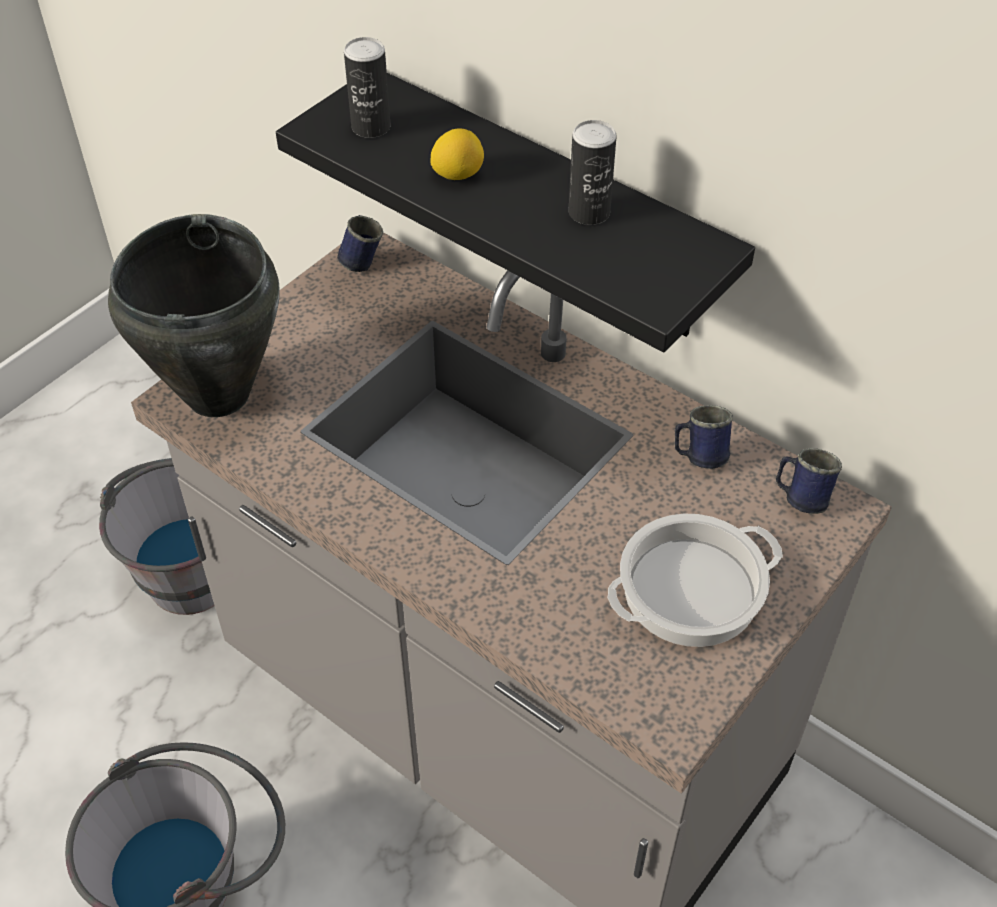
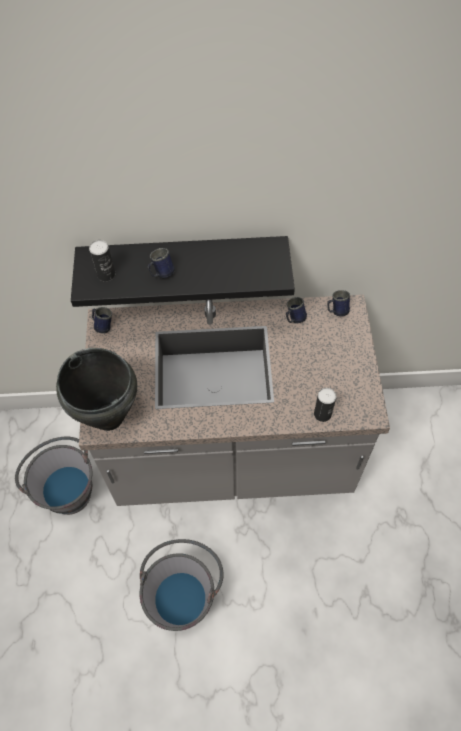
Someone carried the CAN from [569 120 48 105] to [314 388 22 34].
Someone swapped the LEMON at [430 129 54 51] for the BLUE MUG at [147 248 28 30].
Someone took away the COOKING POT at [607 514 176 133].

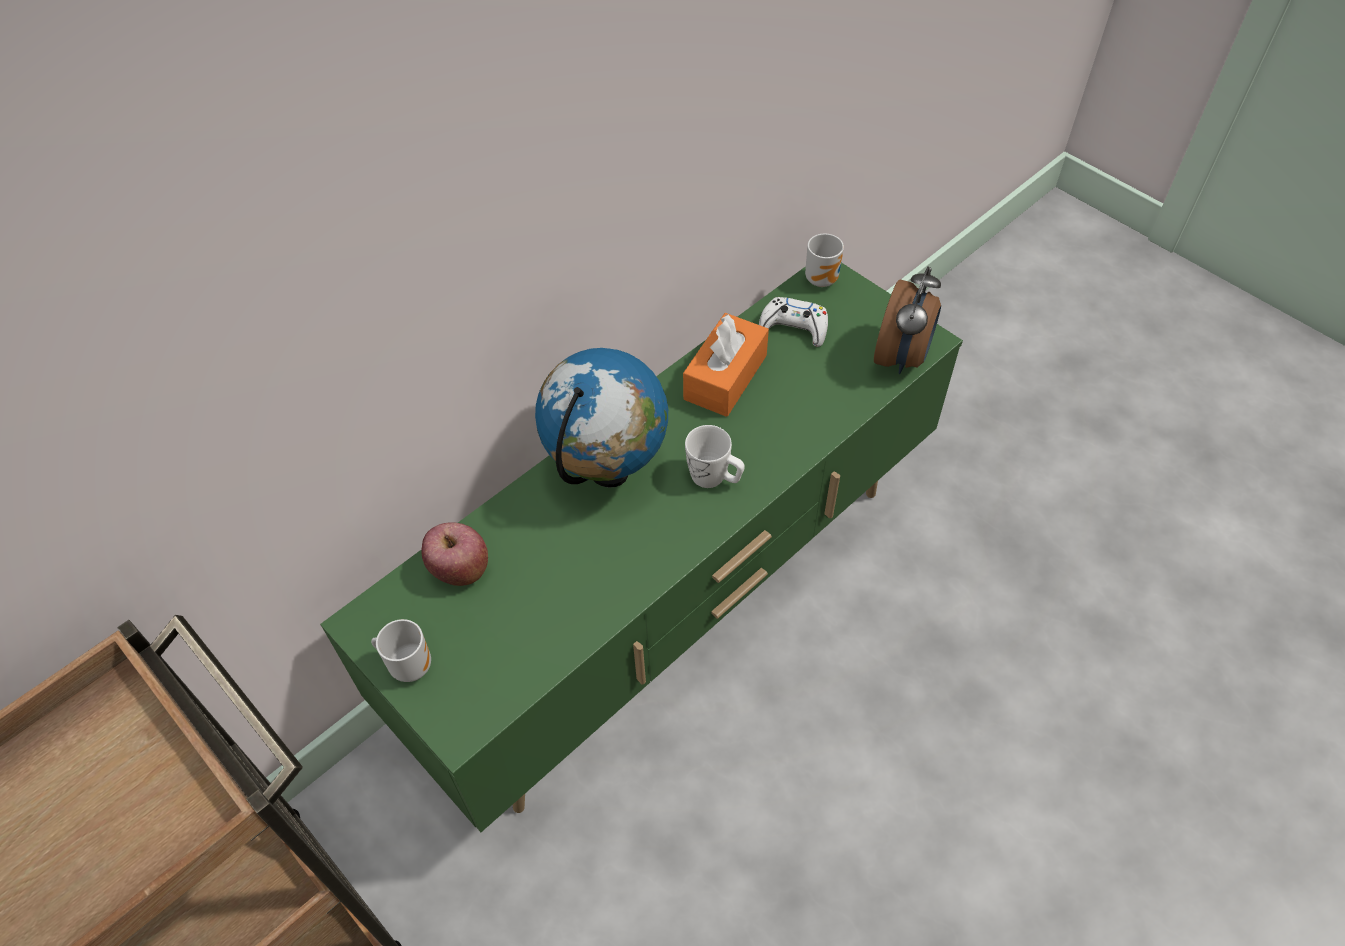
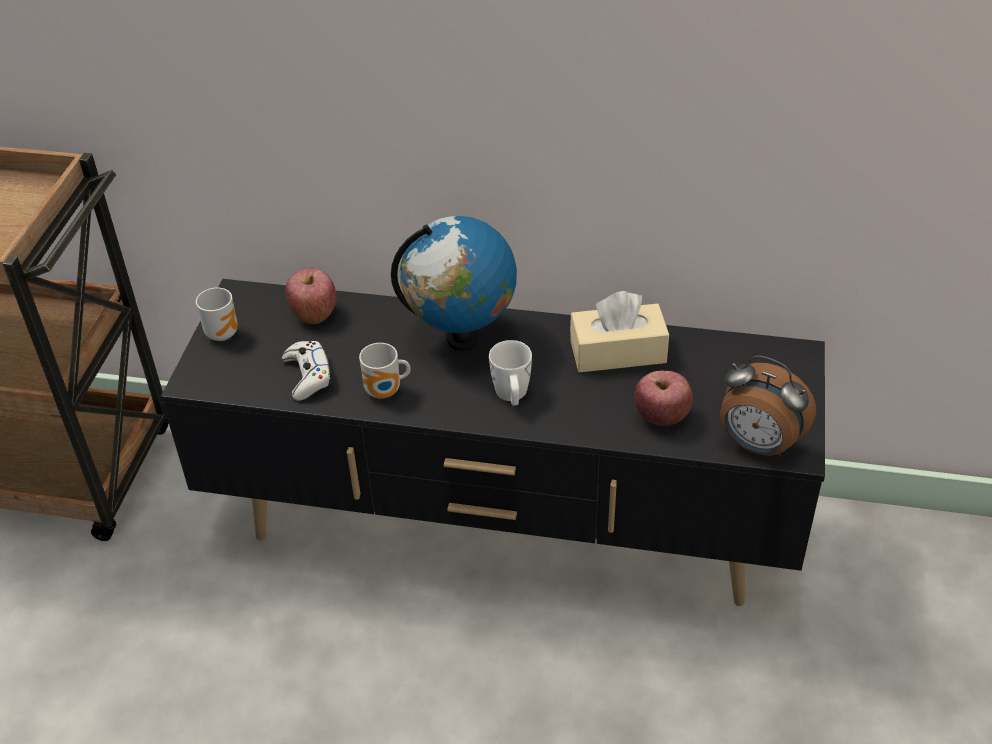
Someone carried the MUG from [805 234 39 53] to [359 343 52 56].
Someone repainted the GREEN TV STAND at [320 263 643 569], which became the BLACK TV STAND at [161 279 664 327].
Someone rotated the ALARM CLOCK at [874 266 67 108] by 45 degrees clockwise.
Someone carried the WHITE GAME CONTROLLER from [759 297 69 50] to [282 341 51 60].
Someone repainted the ORANGE TISSUE BOX at [683 313 86 104], which became the BEIGE TISSUE BOX at [570 291 99 82].
Someone put down the APPLE at [634 371 59 55].

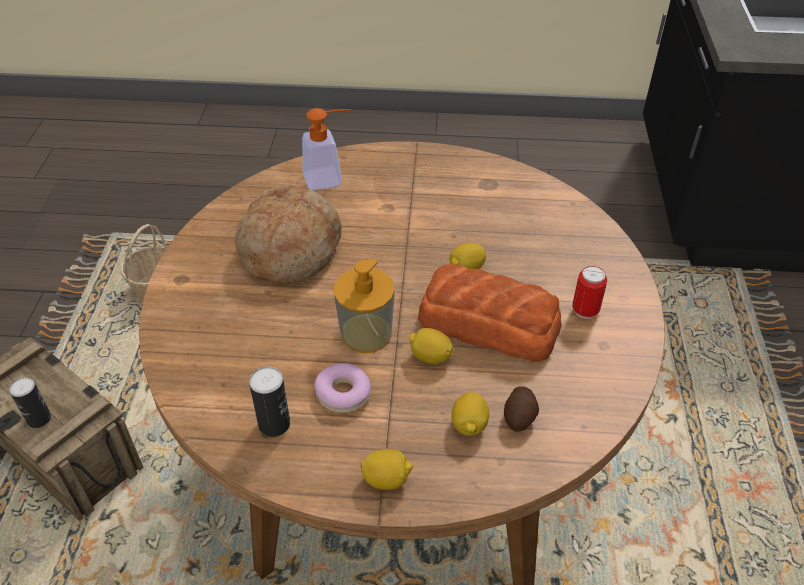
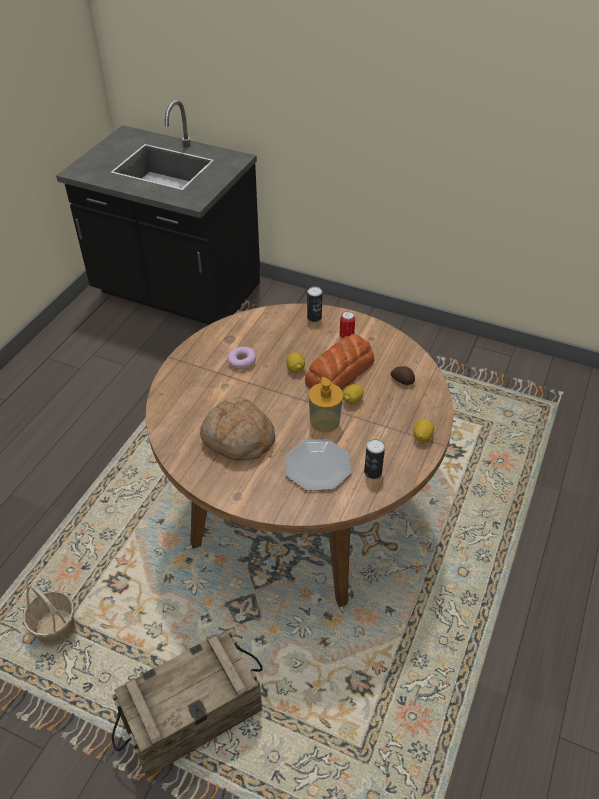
Someone took away the SOAP DISPENSER at [302 108 49 82].
Someone carried the DONUT from [314 363 57 50] to [228 347 28 22].
Someone carried the CAN from [9 377 42 51] to [307 286 15 36].
Someone took away the LEMON at [451 392 38 44].
Someone put down the PLATE at [285 439 66 52].

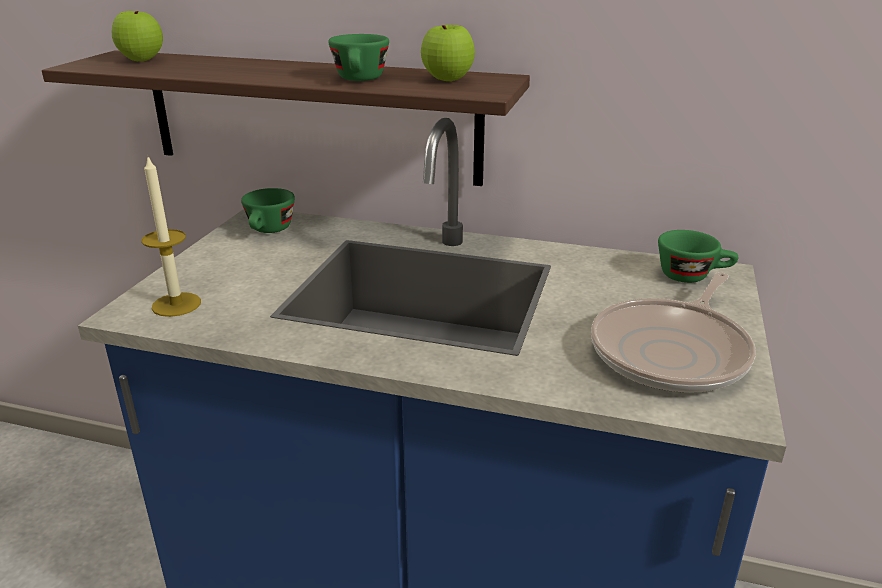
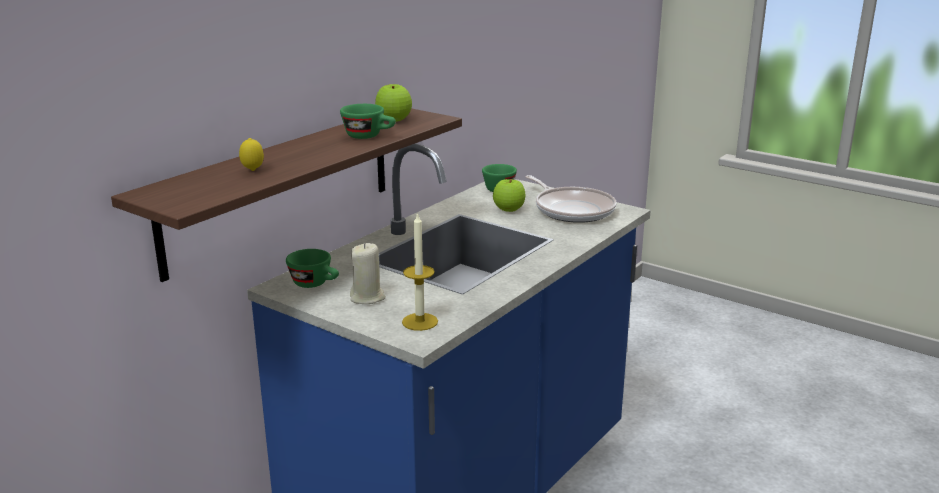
Someone carried the APPLE from [112 11 51 50] to [493 179 32 33].
Someone put down the LEMON at [239 138 25 33].
Someone put down the BEIGE CANDLE at [350 243 36 61].

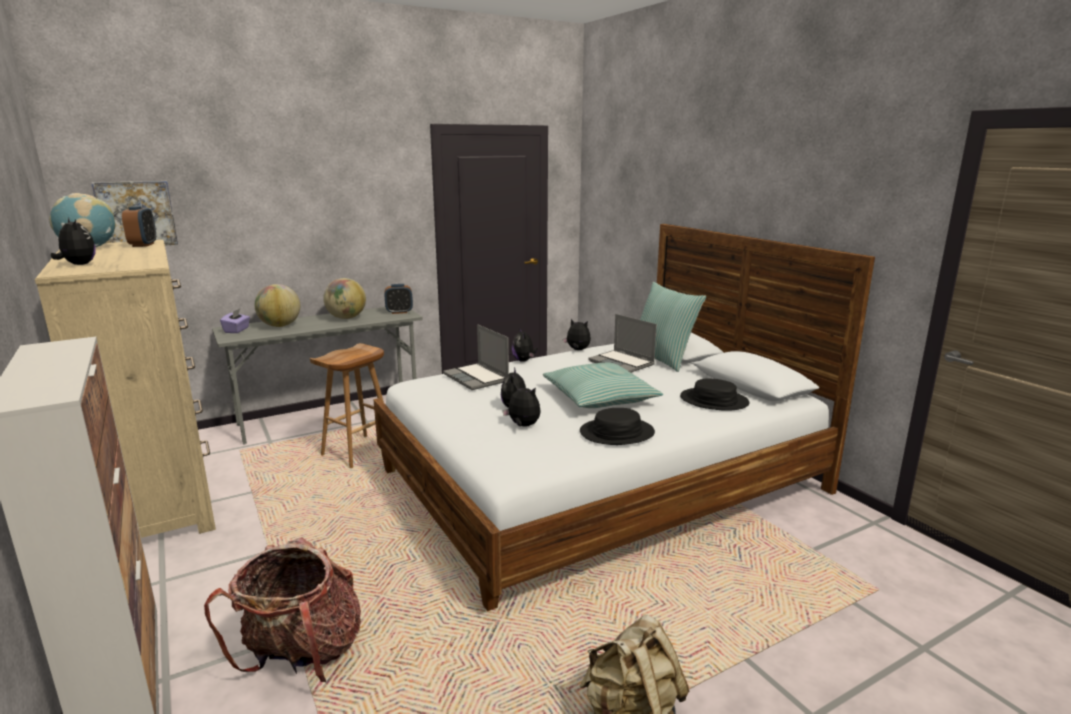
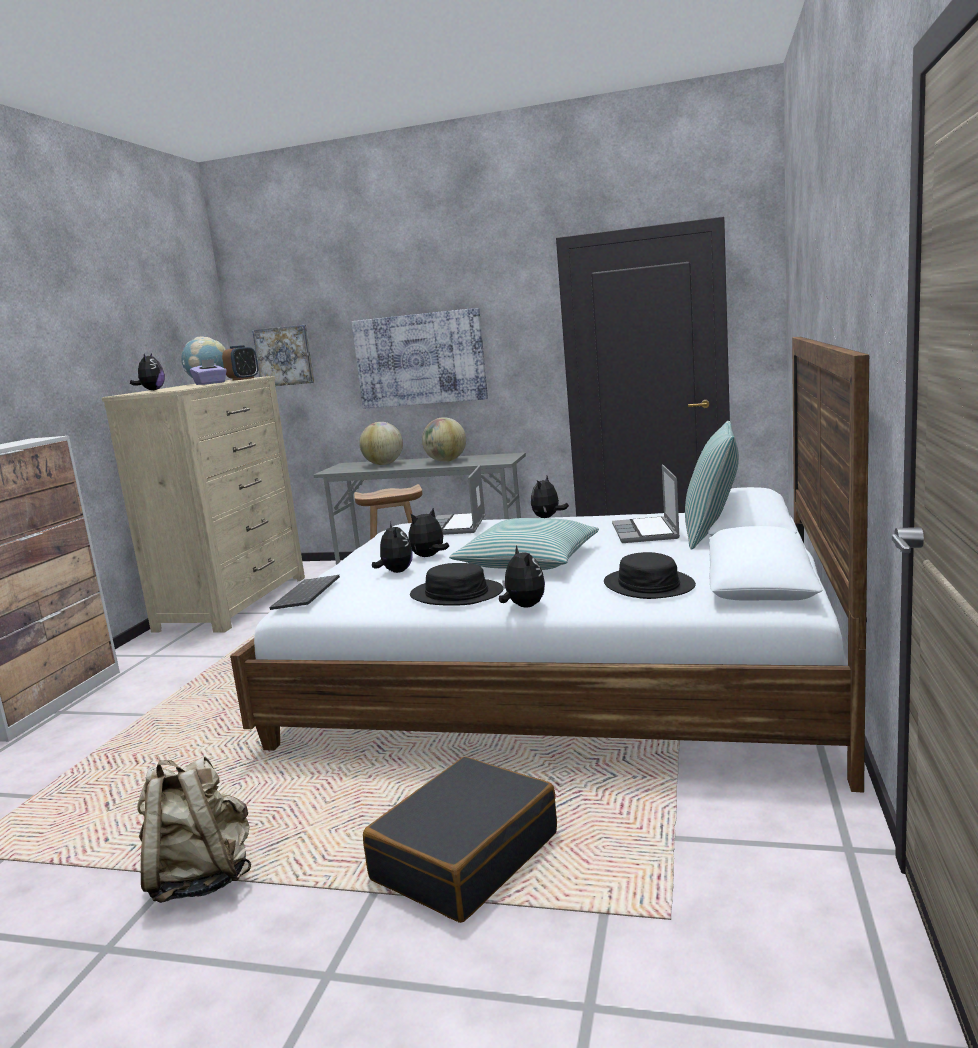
Someone took away the ALARM CLOCK at [384 284 29 30].
Someone carried the PURPLE TISSUE BOX from [220 309 30 24] to [190 359 37 26].
Someone carried the PLUSH TOY from [563 319 28 31] to [499 545 46 62].
Someone took away the BACKPACK at [204 537 157 146].
Someone put up the PICTURE at [352 308 136 101].
Someone put down the KEYBOARD at [269 575 71 35].
Someone put down the BLACK SUITCASE at [363 756 194 167].

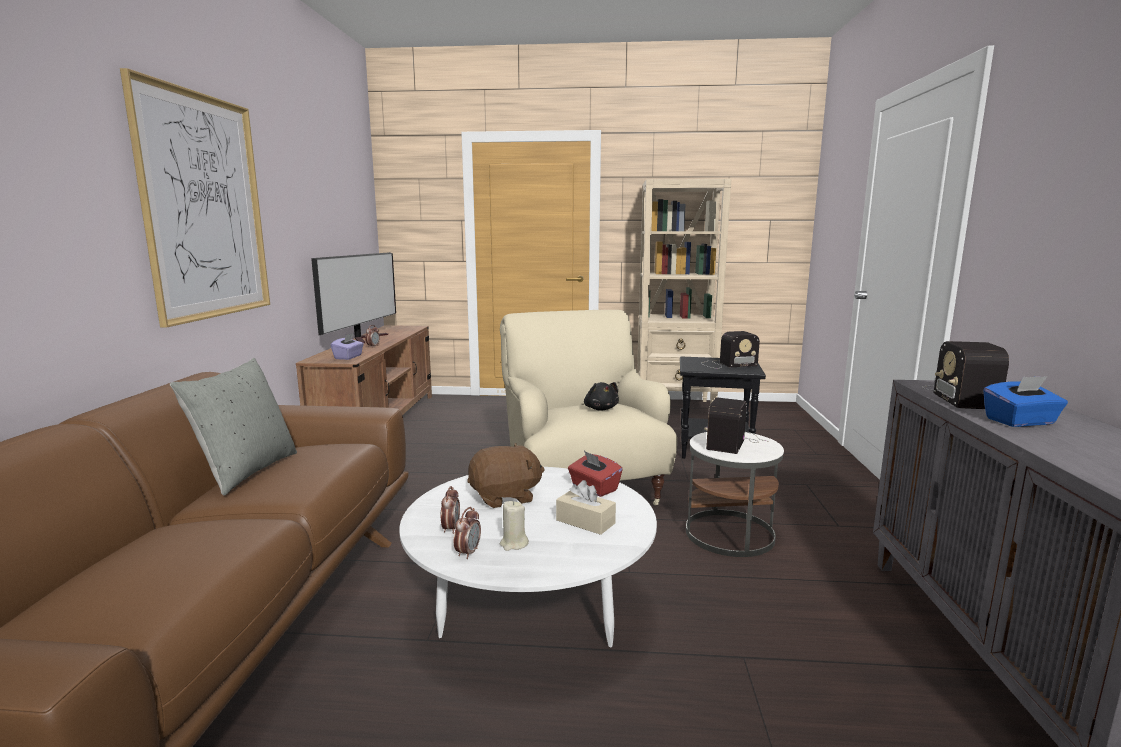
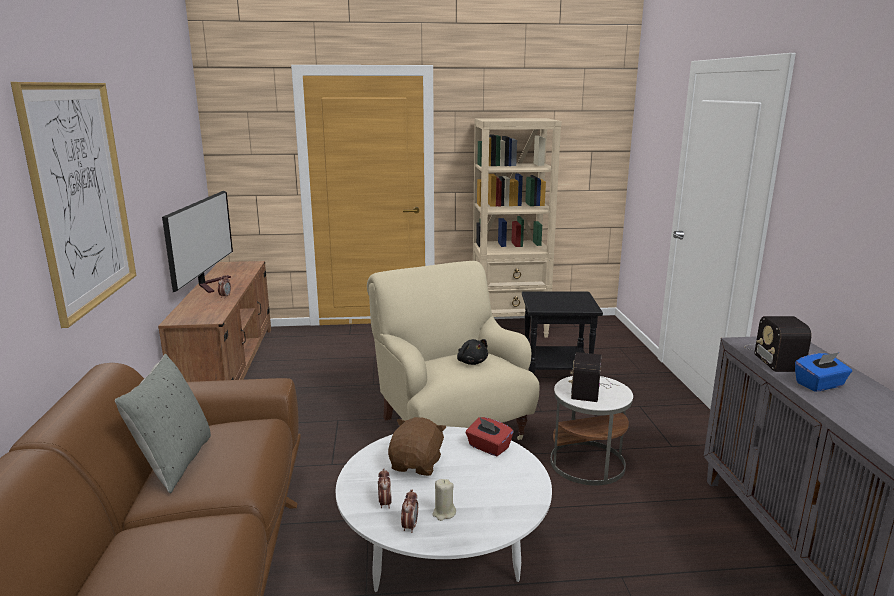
Someone took away the RADIO at [701 331 59 37].
Someone took away the PURPLE TISSUE BOX at [331 333 33 27].
Someone rotated the BROWN PLUSH TOY at [467 443 78 65] by 45 degrees counterclockwise.
Someone took away the BEIGE TISSUE BOX at [556 480 60 55].

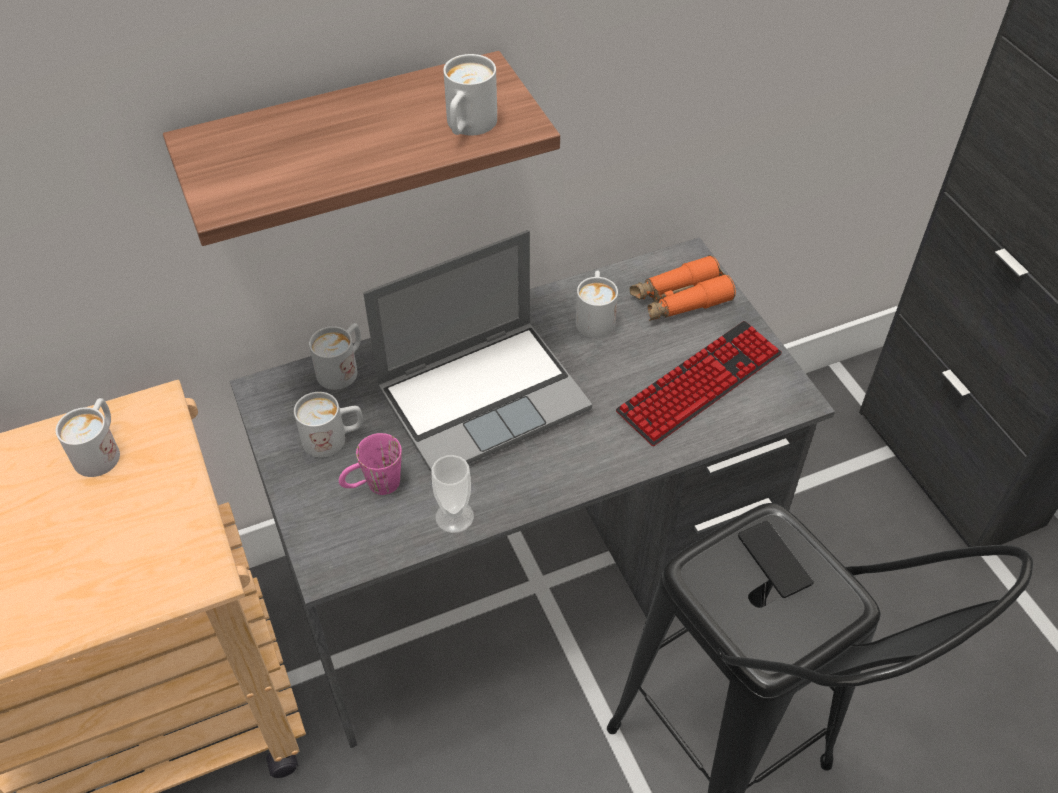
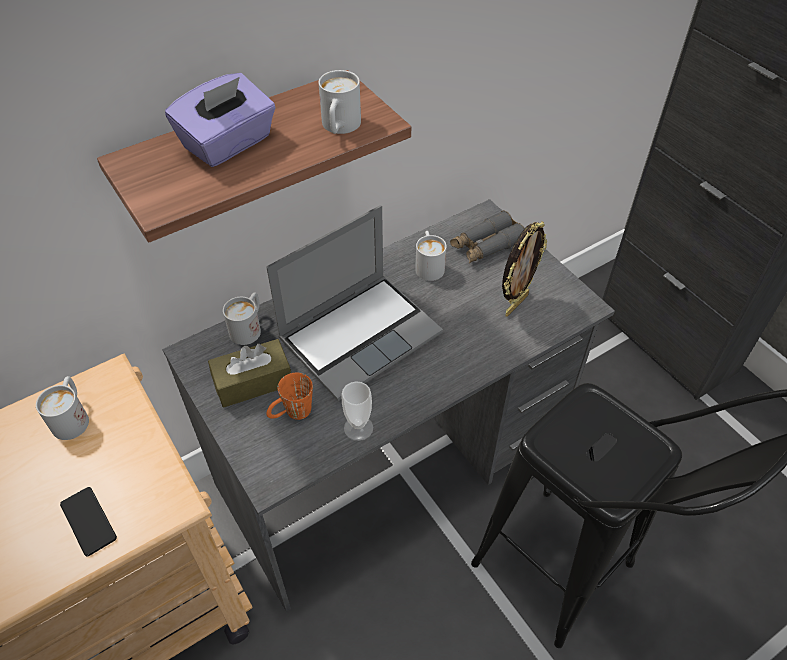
Someone repainted the ORANGE BINOCULARS at [630 255 106 66], which became the GREY BINOCULARS at [450 210 75 53].
Someone swapped the KEYBOARD at [616 321 166 125] for the PICTURE FRAME at [502 221 45 96].
Someone swapped the WHITE MUG at [294 392 69 66] for the BROWN TISSUE BOX at [208 339 83 69].
Someone repainted the PINK MUG at [339 433 63 62], which became the ORANGE MUG at [266 373 47 47].
Someone carried the PHONE from [738 521 76 77] to [60 487 57 69].
Someone put down the PURPLE TISSUE BOX at [165 73 111 94].

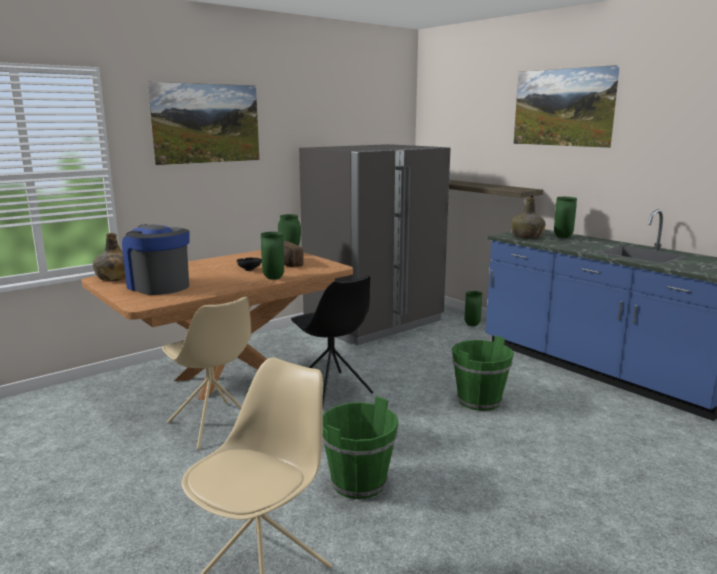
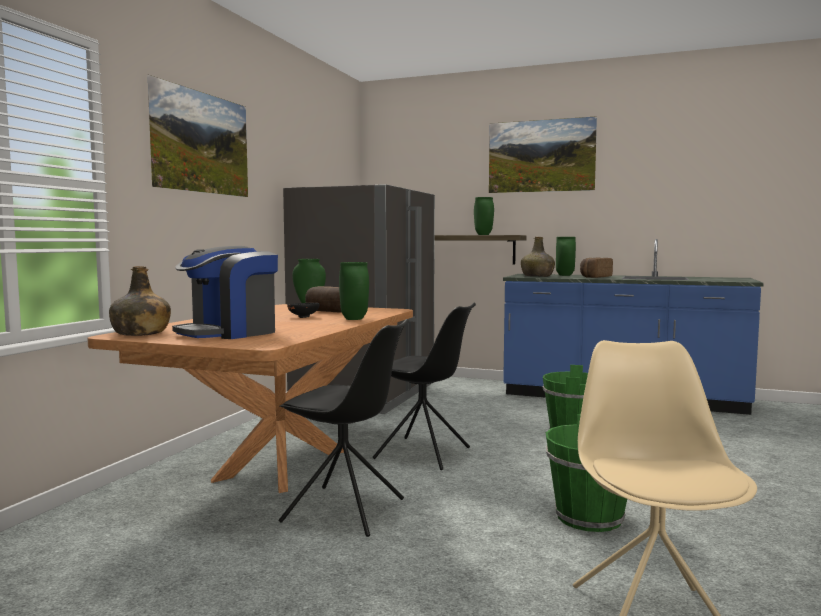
Someone rotated the COFFEE MACHINE at [122 224 68 71] by 60 degrees counterclockwise.
Someone carried the GREEN VASE from [465 291 17 35] to [474 197 20 38].
Someone repainted the BEIGE CHAIR at [162 297 89 153], which became the BLACK CHAIR at [279 319 130 218].
Someone put down the BREAD at [580 257 33 21].

